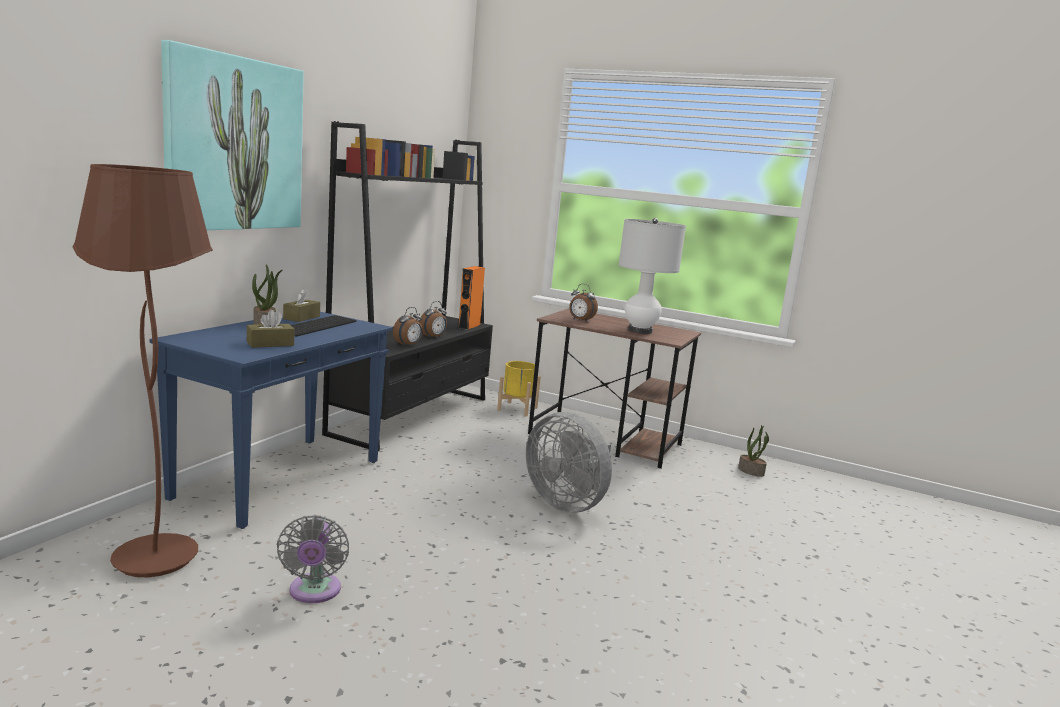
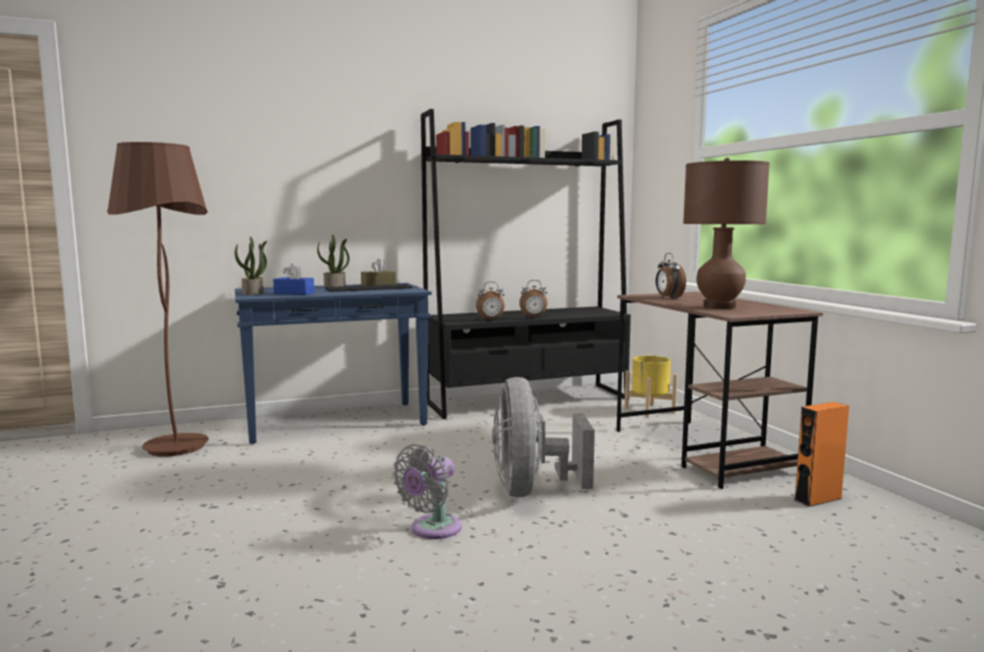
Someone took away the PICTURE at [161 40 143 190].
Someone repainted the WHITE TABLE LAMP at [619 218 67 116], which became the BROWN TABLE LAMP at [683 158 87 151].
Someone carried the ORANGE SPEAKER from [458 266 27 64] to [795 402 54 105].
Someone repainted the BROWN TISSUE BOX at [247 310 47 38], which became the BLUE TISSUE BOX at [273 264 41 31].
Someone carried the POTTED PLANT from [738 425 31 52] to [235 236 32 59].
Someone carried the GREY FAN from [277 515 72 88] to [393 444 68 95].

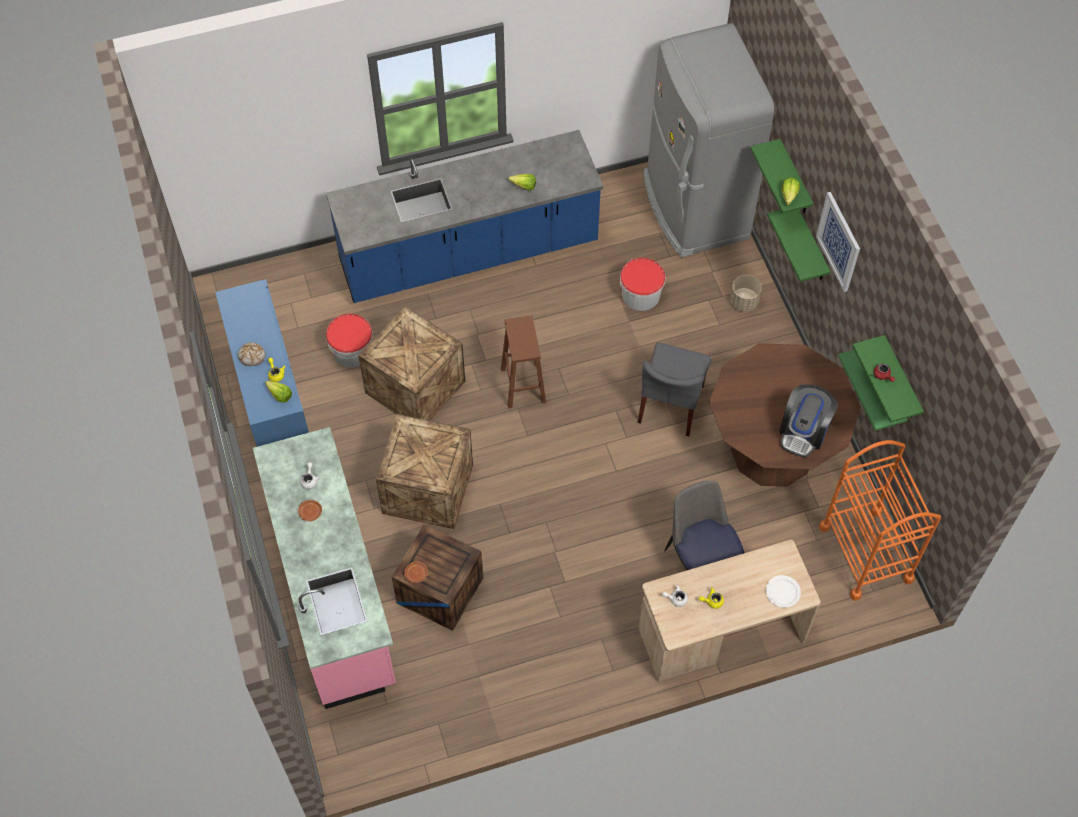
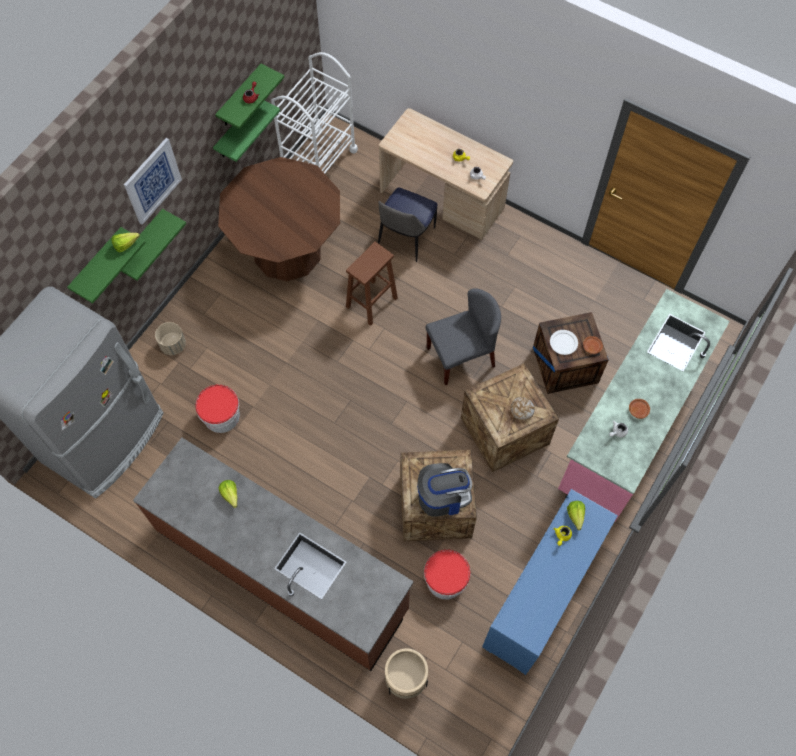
Someone repainted the BLUE COUNTER at [326 130 277 173], which became the BROWN COUNTER at [133 438 281 233].
Someone carried the BROWN STOOL from [501 315 45 94] to [346 242 52 84].
Someone carried the GREY CHAIR from [638 342 73 94] to [425 288 76 97].
Someone carried the BREAD from [238 343 28 23] to [511 397 24 24].
Someone carried the COFFEE MACHINE from [779 384 58 74] to [417 463 55 54].
Someone repainted the ORANGE CART at [819 440 122 160], which became the WHITE CART at [271 52 87 122].
Someone carried the WHITE PLATE from [766 575 35 32] to [550 330 28 25].
Someone put down the BEIGE PLANTER at [385 648 43 51].

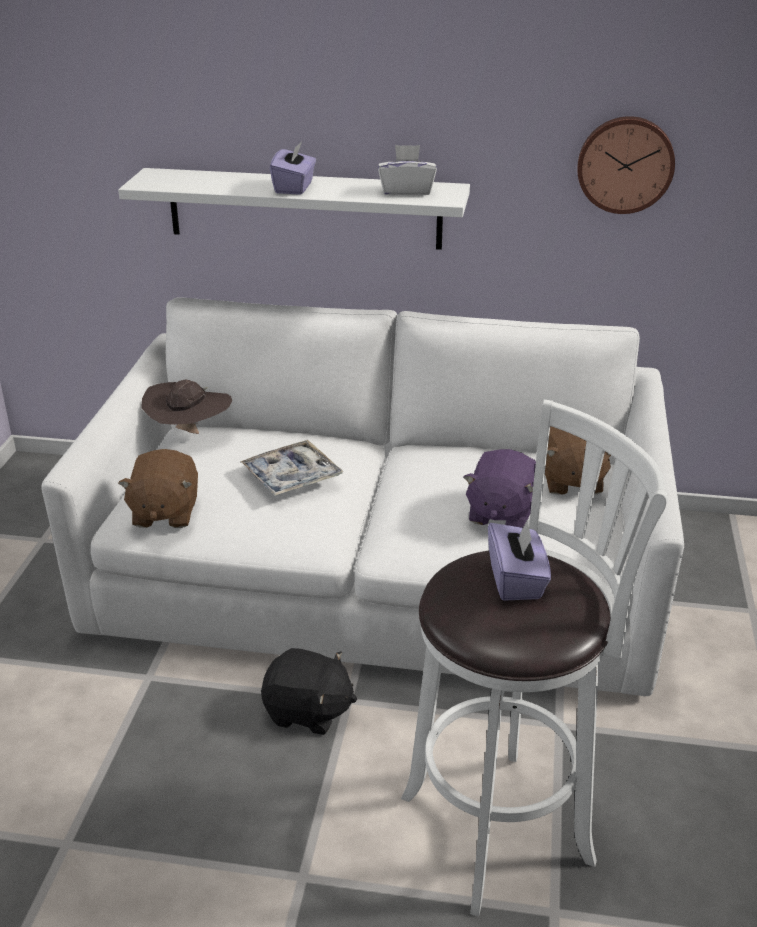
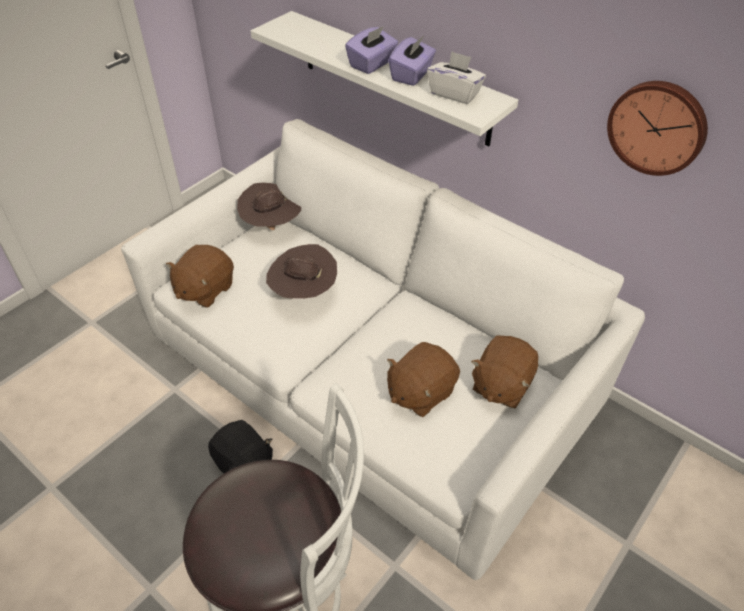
Someone swapped the TRAY at [241 440 102 56] for the BROWN HAT at [266 244 71 55].
Someone repainted the PURPLE PLUSH TOY at [463 449 73 79], which became the BROWN PLUSH TOY at [387 342 73 75].
Someone carried the PURPLE TISSUE BOX from [488 519 63 82] to [389 36 47 50].

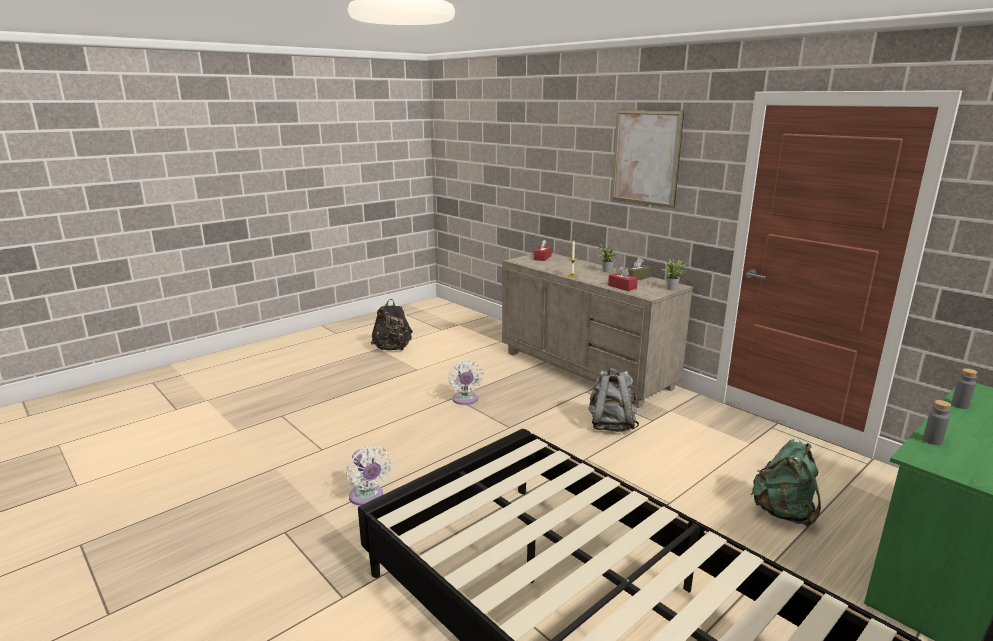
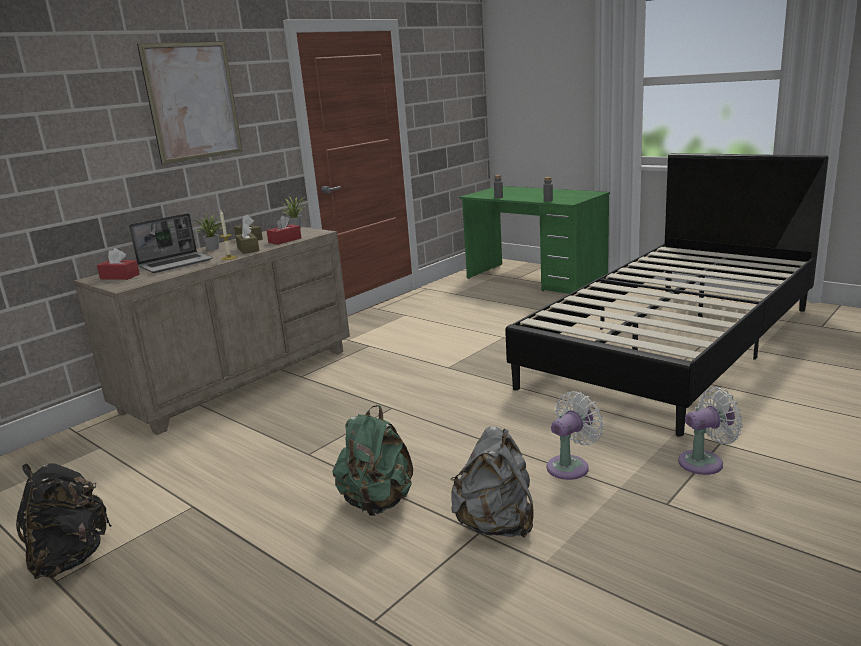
Someone carried the WHITE FAN from [448 360 36 45] to [678 387 65 88].
Someone carried the GREY BACKPACK from [588 368 51 64] to [451 426 83 112].
Someone carried the GREEN BACKPACK from [751 439 70 88] to [332 405 81 111].
Someone put down the LAPTOP at [129 213 84 60].
Someone put down the BROWN TISSUE BOX at [235 223 25 31].

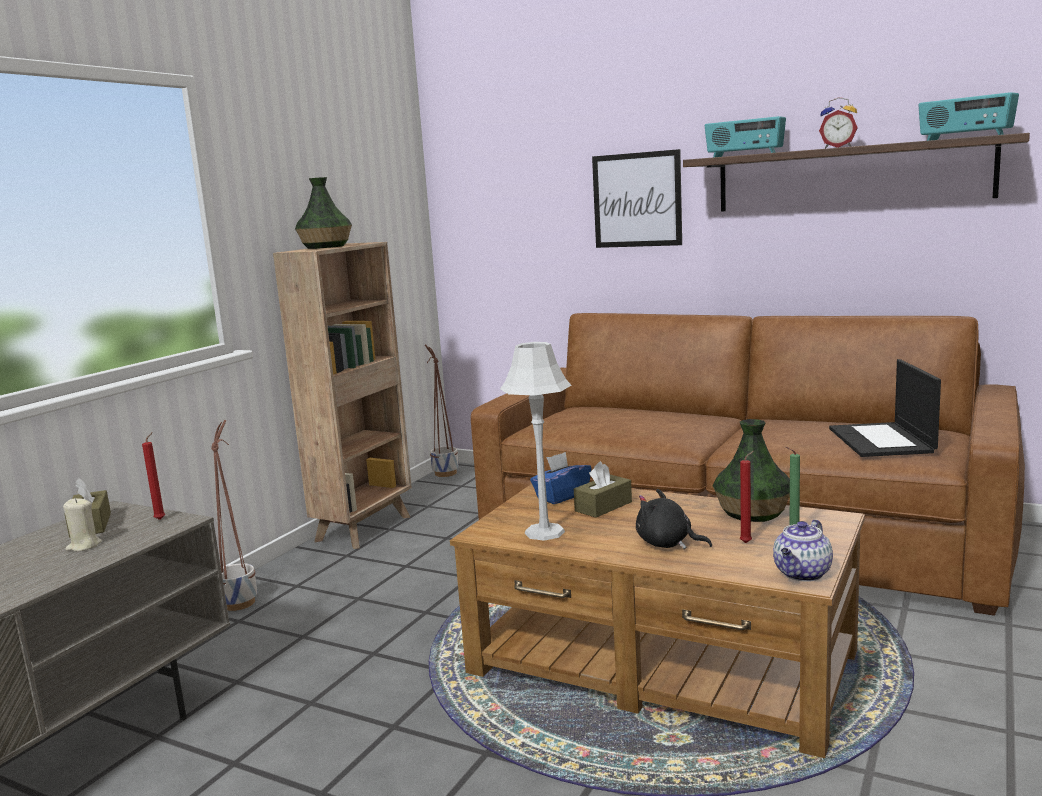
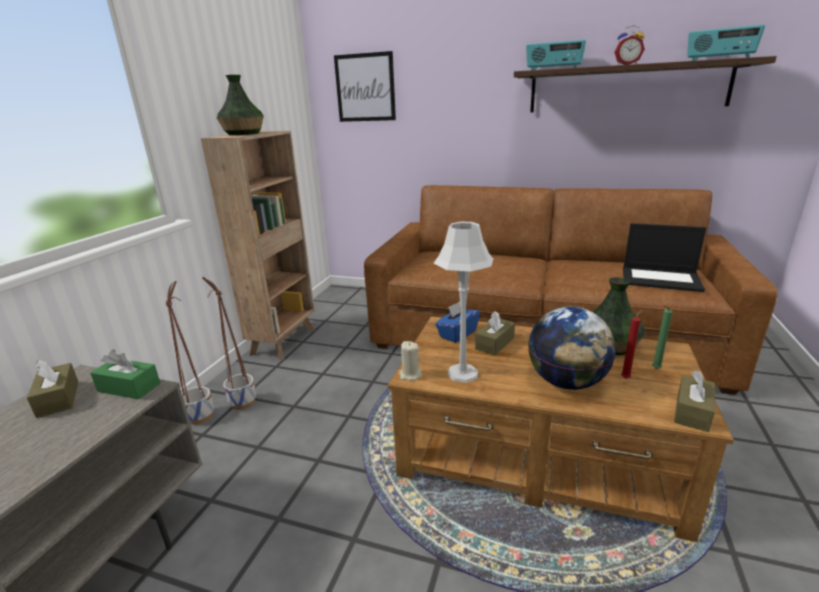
Someone carried the PICTURE from [592 149 90 99] to [334 51 62 71].
Someone carried the PLANTER from [425 344 34 133] to [202 277 54 133].
Someone rotated the LAPTOP at [829 359 112 98] by 60 degrees counterclockwise.
Someone swapped the RED CANDLE at [142 432 23 88] for the GREEN TISSUE BOX at [90 350 70 50].
Someone swapped the BLACK PLUSH TOY at [636 489 76 60] for the GLOBE at [528 307 88 83].
Someone carried the BEIGE CANDLE from [63 498 39 53] to [399 341 23 40].
Someone swapped the TEAPOT at [773 520 60 62] for the BROWN TISSUE BOX at [674 371 41 61].

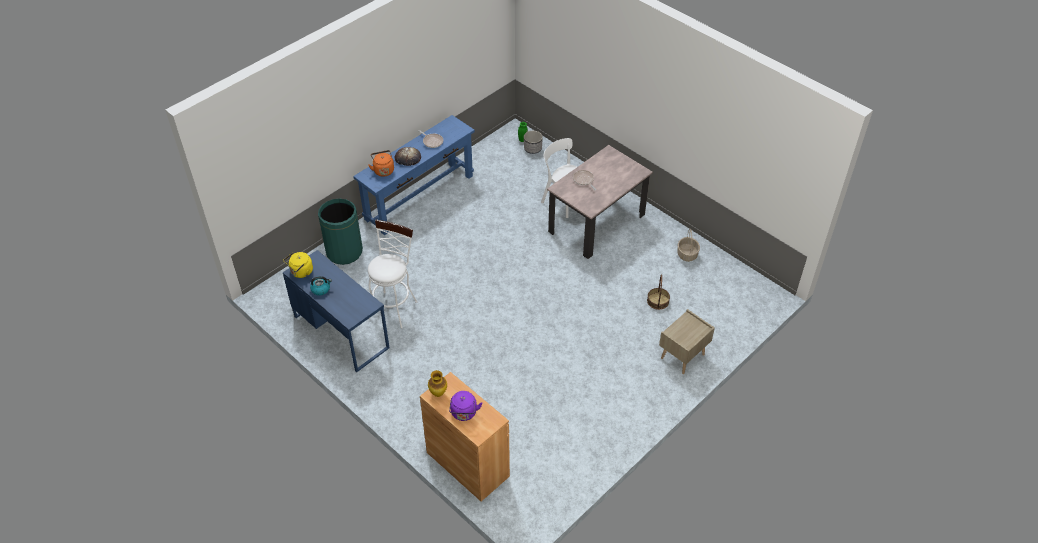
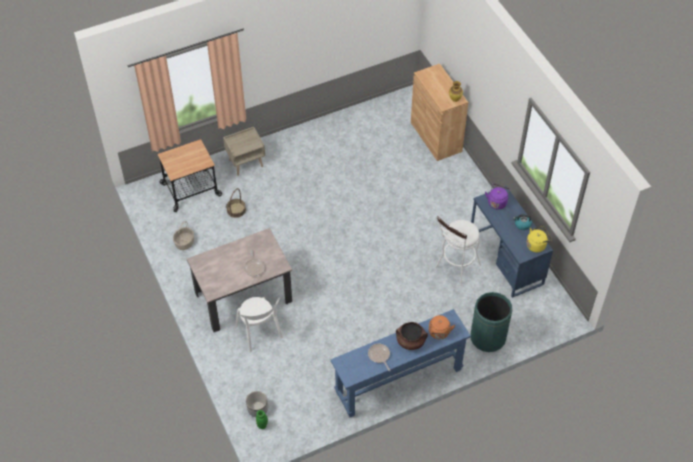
Someone swapped the BREAD at [395 147 26 19] for the BROWN COOKING POT at [396 322 32 28].
Someone carried the PURPLE KETTLE from [449 391 33 30] to [485 184 26 25].
Someone put down the CART at [157 139 65 73].

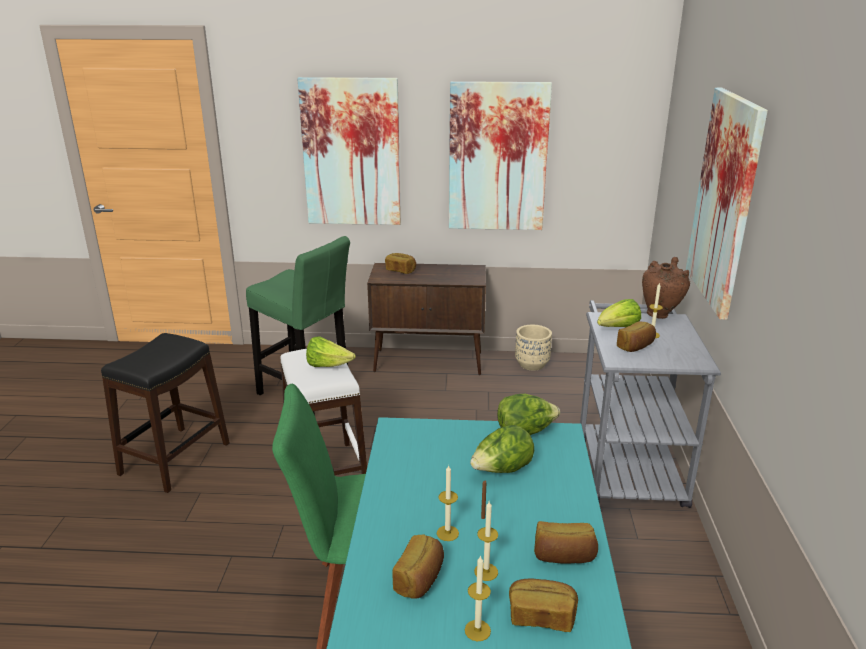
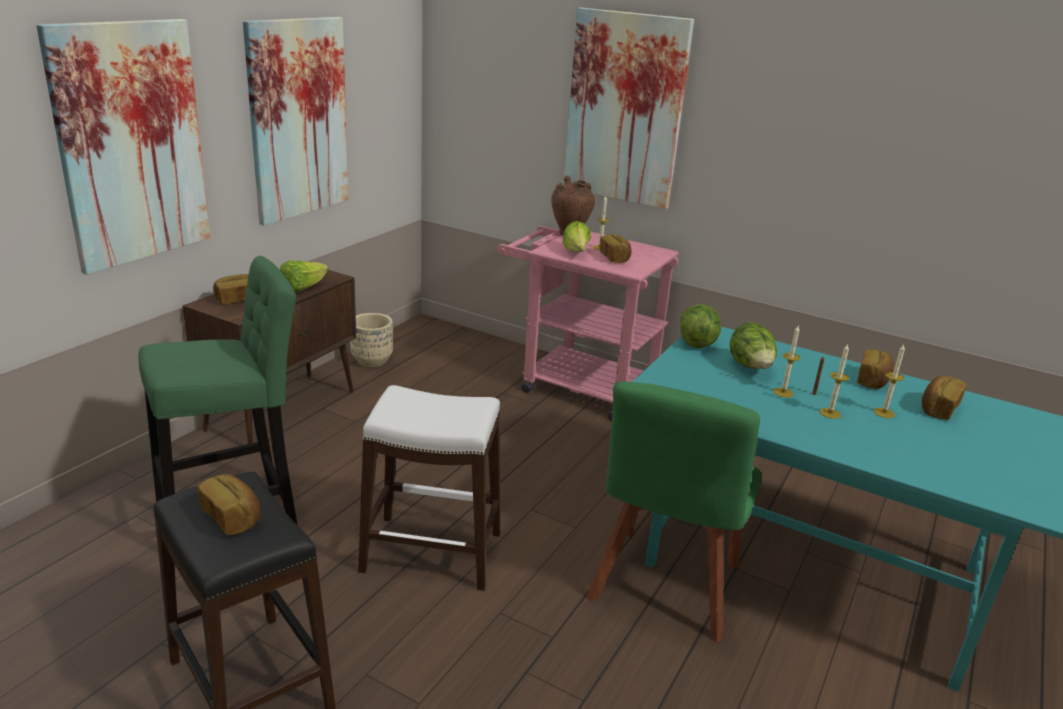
Someone repainted the GREY CART at [580 300 141 208], which became the PINK CART at [497 226 182 195].
Someone carried the LETTUCE from [306 336 50 31] to [280 261 48 31].
Someone carried the BREAD from [392 535 52 64] to [197 474 63 61].
Someone carried the CANDLE from [465 555 26 86] to [773 326 27 71].

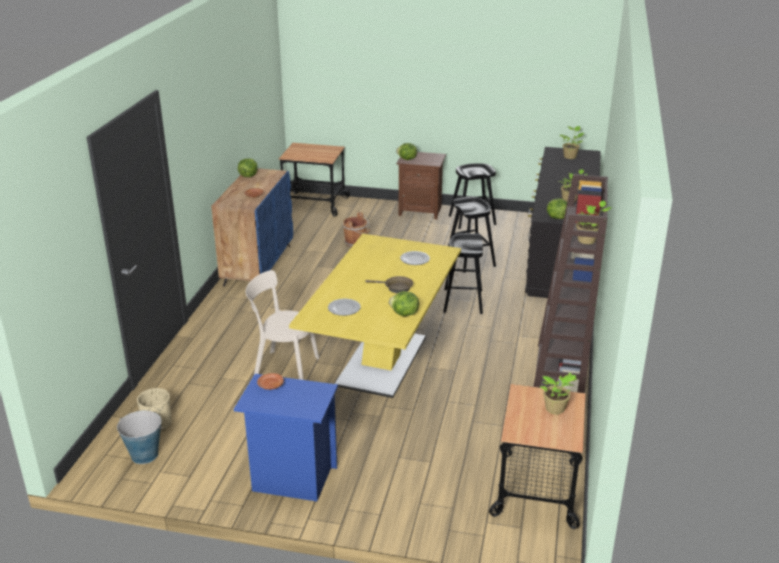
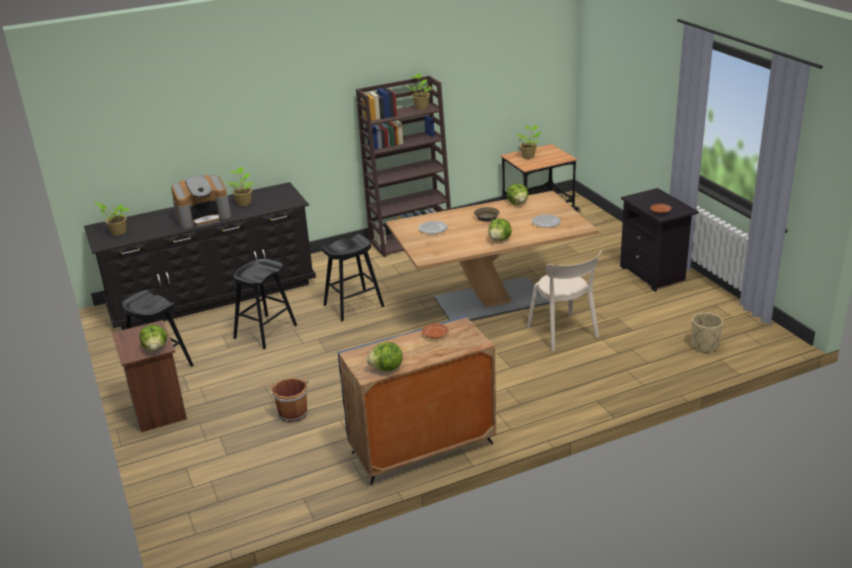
Someone took away the CART at [279 143 71 74].
Someone carried the LETTUCE from [547 198 20 21] to [488 219 24 22].
Someone repainted the YELLOW DINING TABLE at [289 234 172 164], which became the BROWN DINING TABLE at [386 191 213 130].
Someone repainted the BLUE NIGHTSTAND at [234 374 104 128], which became the BLACK NIGHTSTAND at [620 188 79 104].
Someone took away the BUCKET at [117 411 47 53].
Someone put down the COFFEE MACHINE at [171 175 60 53].

